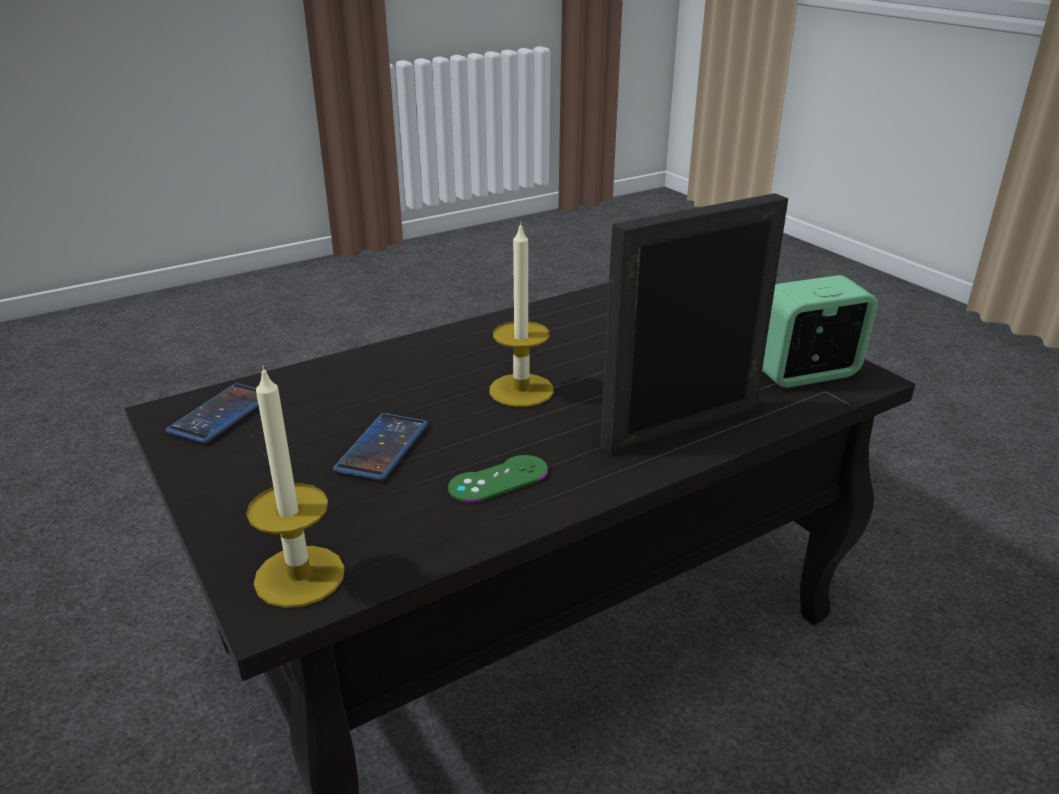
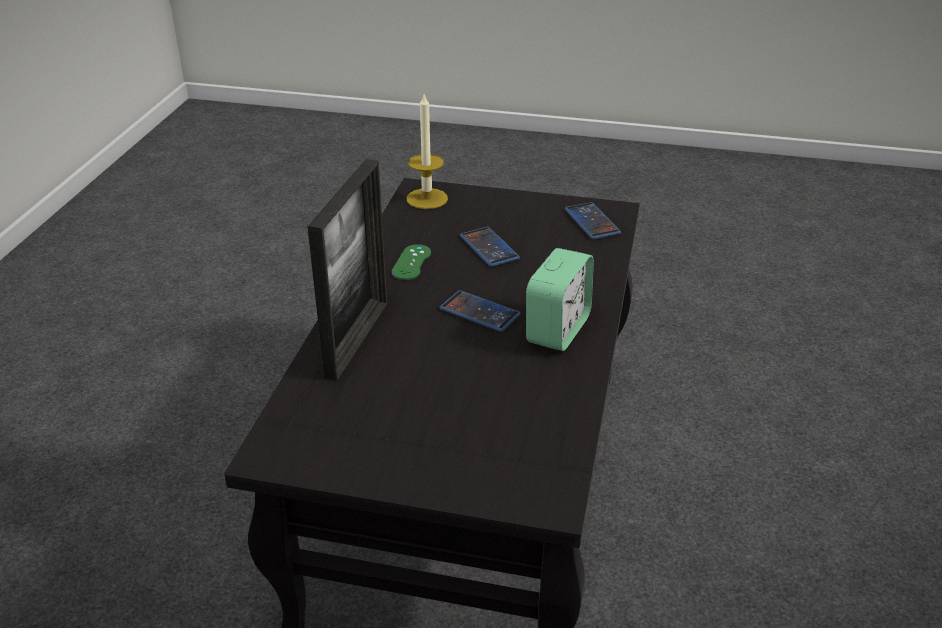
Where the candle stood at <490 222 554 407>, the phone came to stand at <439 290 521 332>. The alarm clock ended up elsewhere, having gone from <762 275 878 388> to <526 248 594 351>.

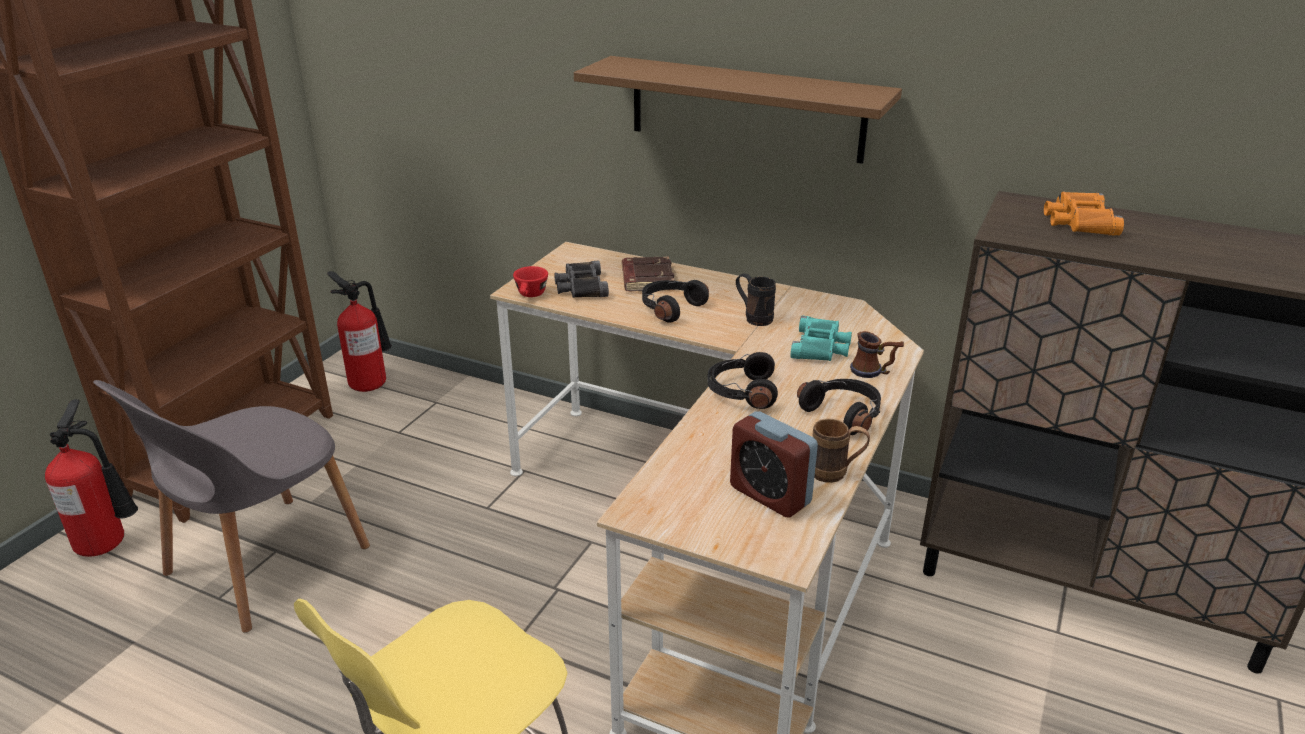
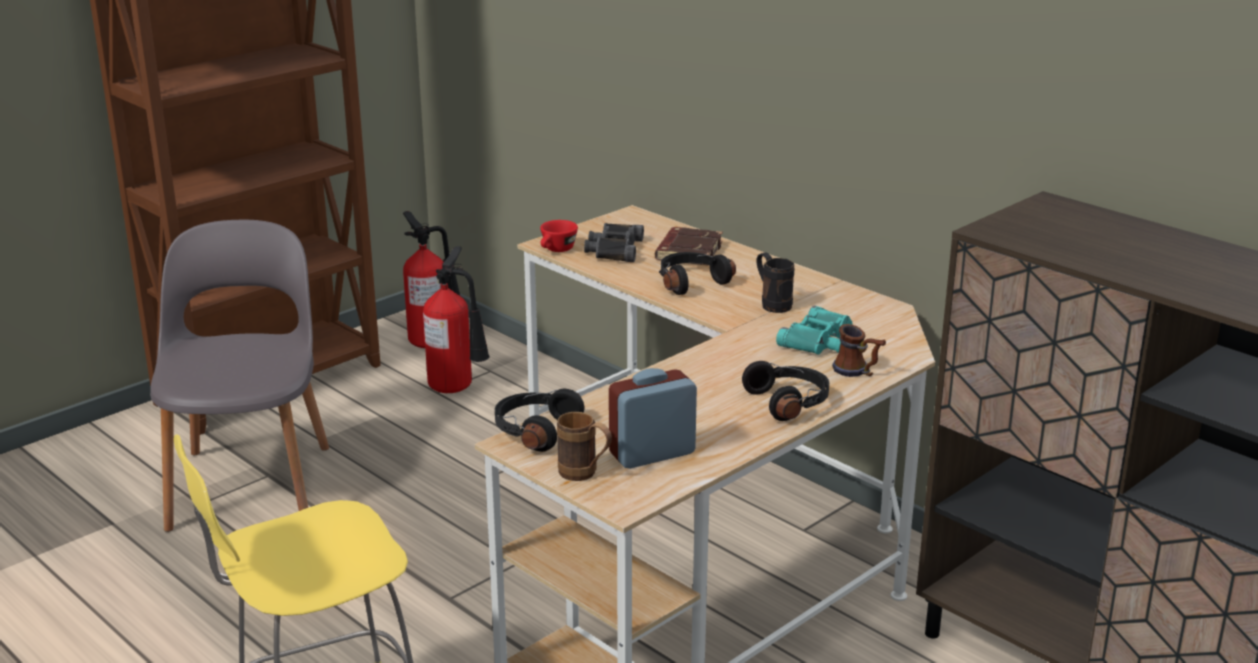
The chair/grey at <93 380 370 633> ended up facing another way, 120 degrees clockwise from before. The fire extinguisher ended up elsewhere, having gone from <45 399 138 557> to <423 246 490 393>. The headphones/black ended up elsewhere, having gone from <707 352 778 409> to <495 389 584 452>. The mug/brown ended up elsewhere, having gone from <813 419 870 483> to <557 412 612 481>. The alarm clock at <730 411 818 518> ended up facing another way, 90 degrees clockwise from before. The second view lost the shelf/brown at <574 56 902 164>. The second view lost the binoculars/orange at <1044 192 1124 236>.

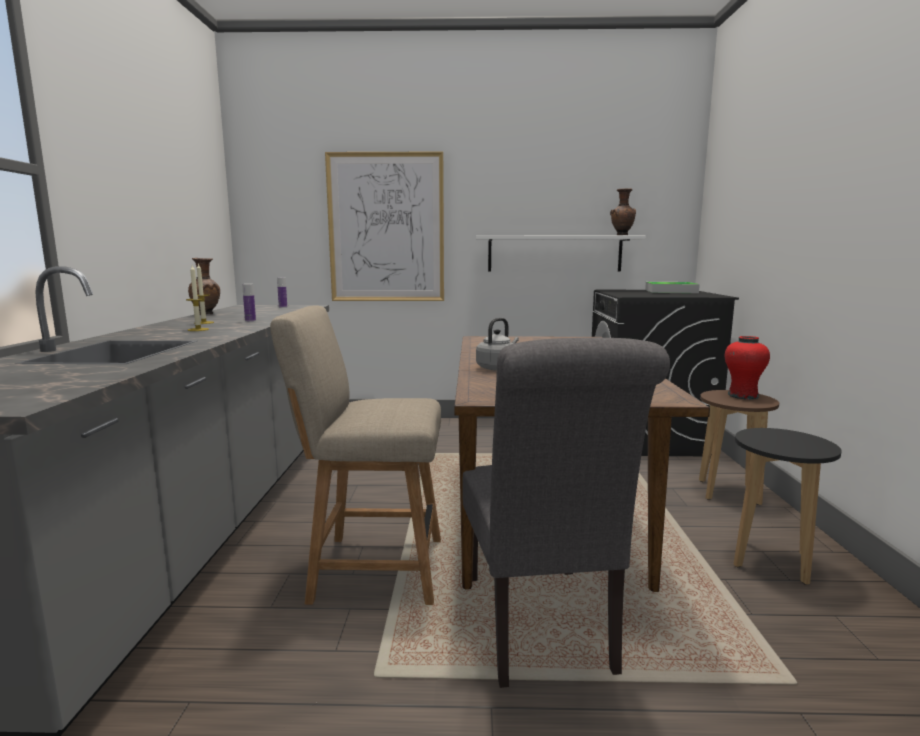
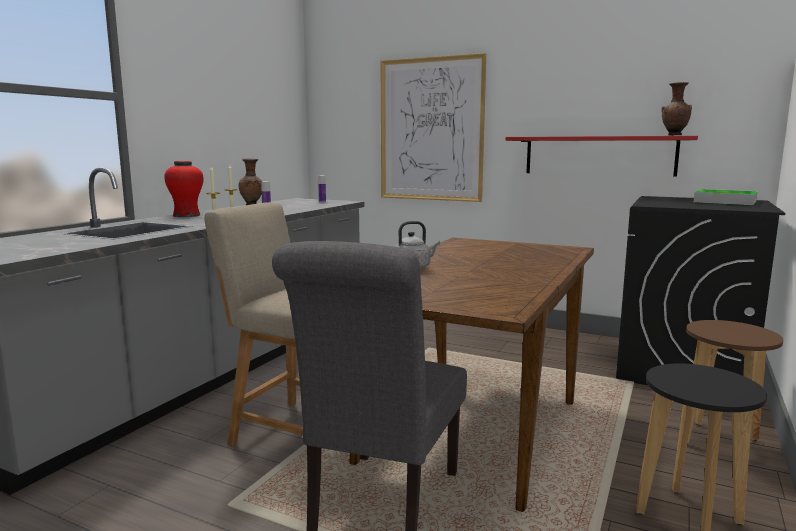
The vase/red ended up elsewhere, having gone from <725 336 770 400> to <164 161 204 217>. What was the shelf/white at <476 235 646 272> turned into the shelf/red at <506 136 698 176>.

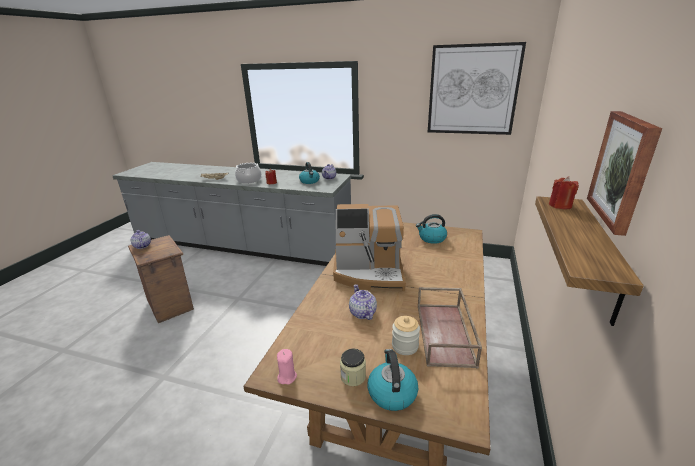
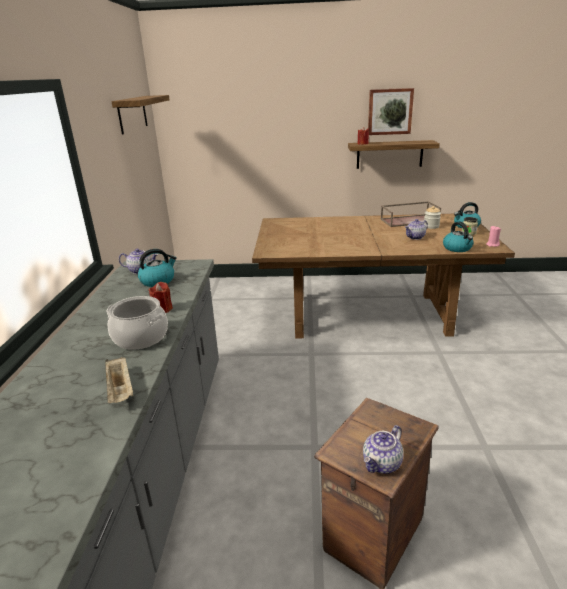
Where the picture hung at <428 42 526 135>, the shelf came to hang at <111 95 170 135>. The kettle ended up elsewhere, having gone from <416 214 447 244> to <443 222 473 252>. The second view lost the coffee machine at <333 204 406 291>.

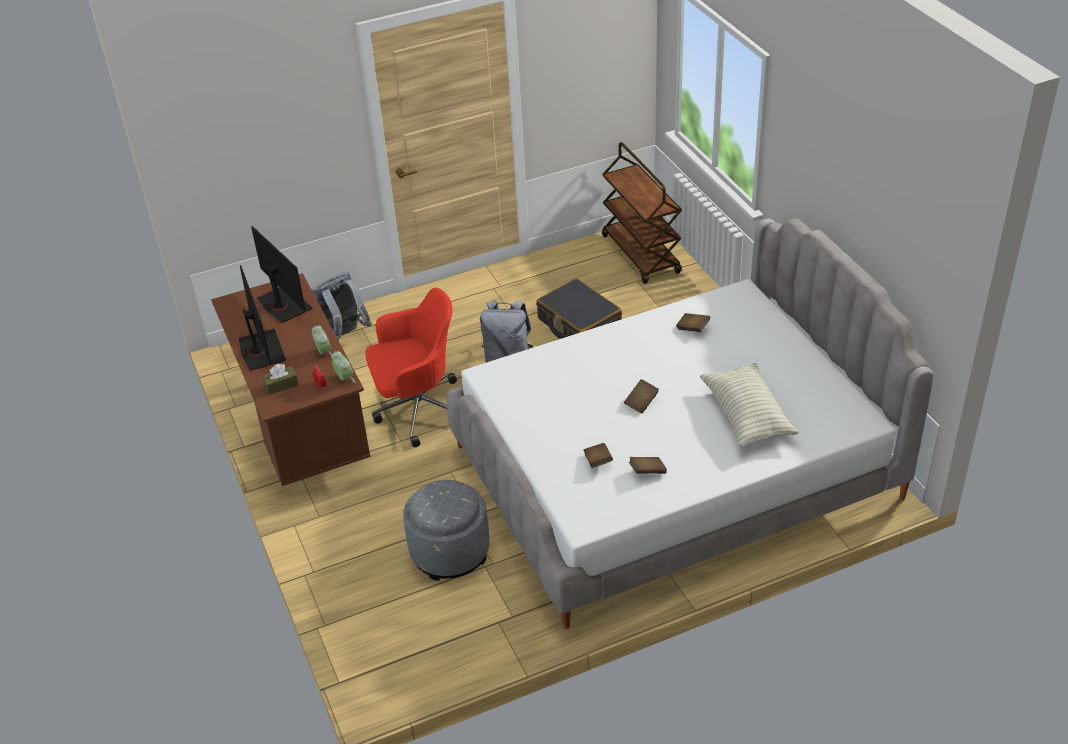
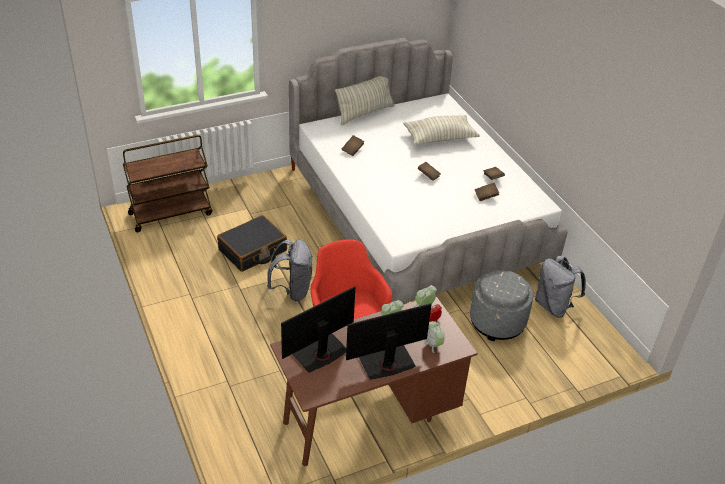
The second view gained the pillow at <335 76 394 125>. Where the tissue box/brown stood at <262 364 299 395>, the alarm clock came to stand at <424 321 445 353>. The backpack/grey ended up elsewhere, having gone from <311 272 372 341> to <535 256 586 318>.

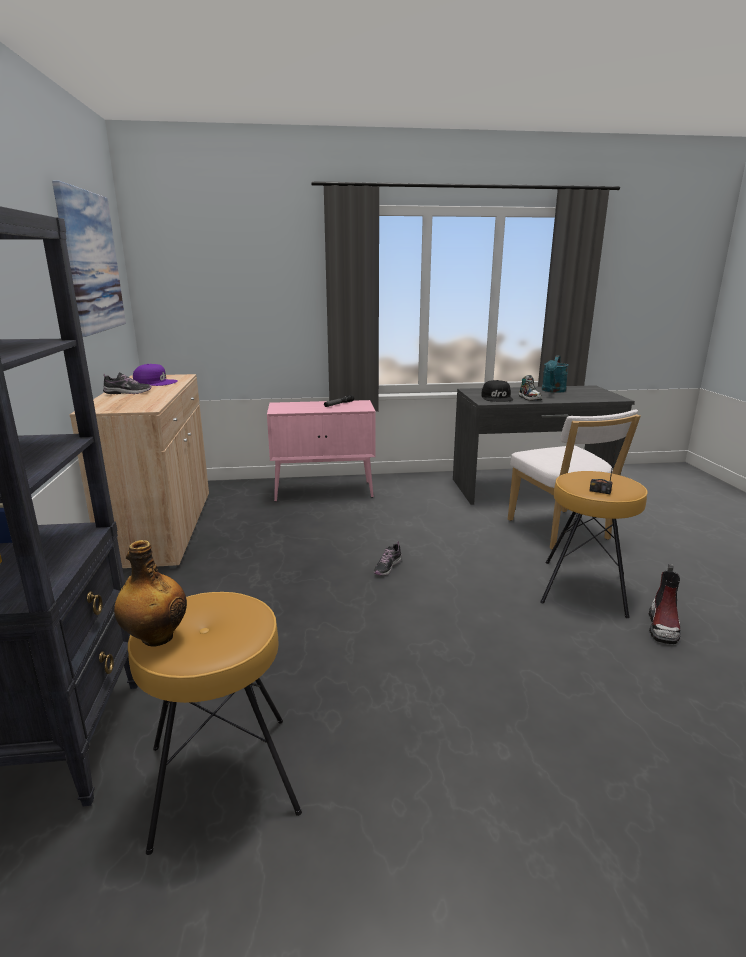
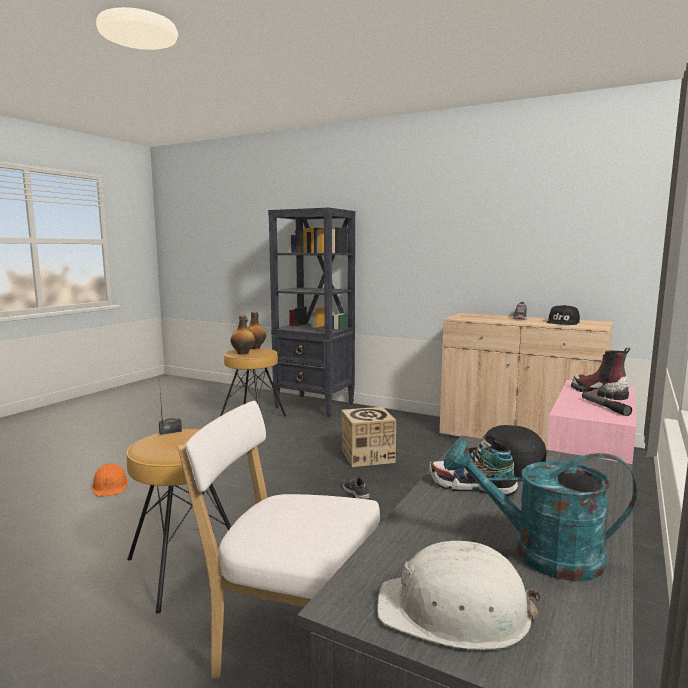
The second view gained the hard hat/orange at <92 463 128 497>. The second view gained the bottle at <230 315 255 355>. The second view gained the cardboard box at <342 407 396 467>. The second view gained the hard hat/white at <377 541 541 650>. The watering can/turquoise at <542 355 568 393> ended up facing another way, 45 degrees counterclockwise from before. What was the cap/purple at <133 364 178 386> turned into the cap/black at <546 305 580 325>. The boot ended up elsewhere, having gone from <649 564 681 644> to <571 348 630 400>. The second view lost the picture at <52 180 126 337>.

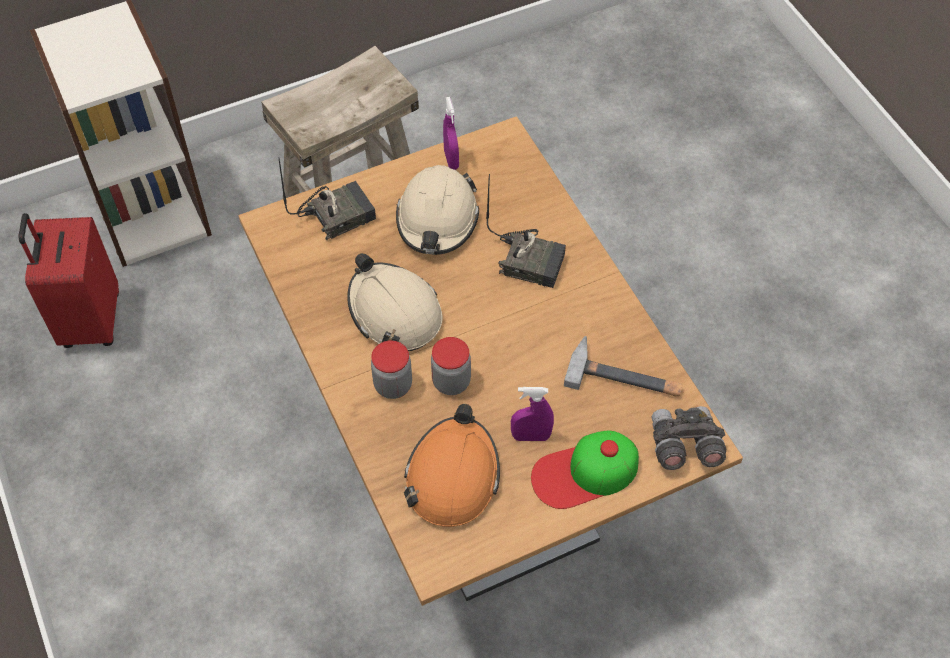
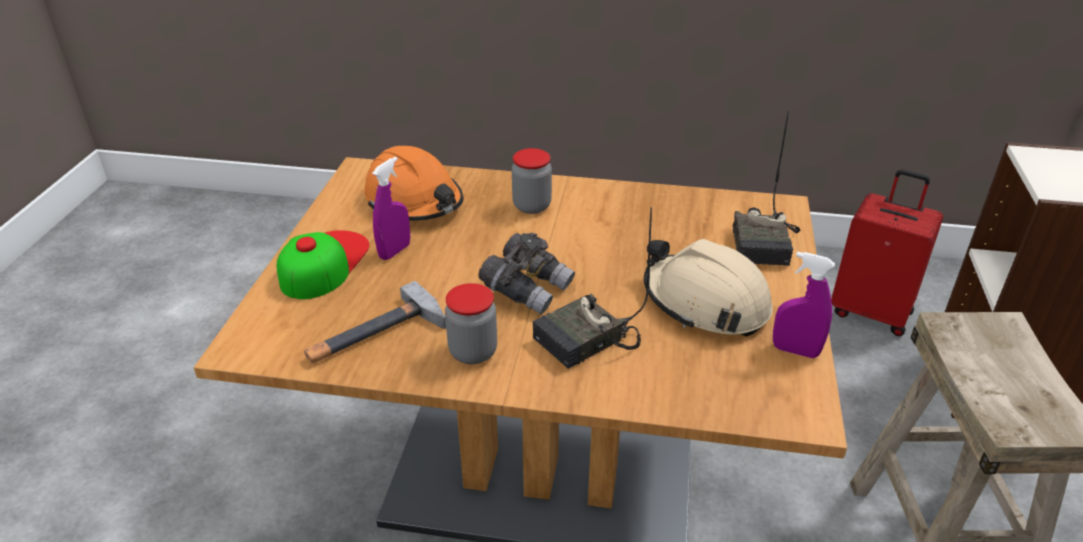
The jar ended up elsewhere, having gone from <431 337 471 395> to <445 283 497 364>. The binoculars/grey ended up elsewhere, having gone from <652 406 726 470> to <478 233 575 315>. The second view lost the hard hat/beige at <347 253 443 351>.

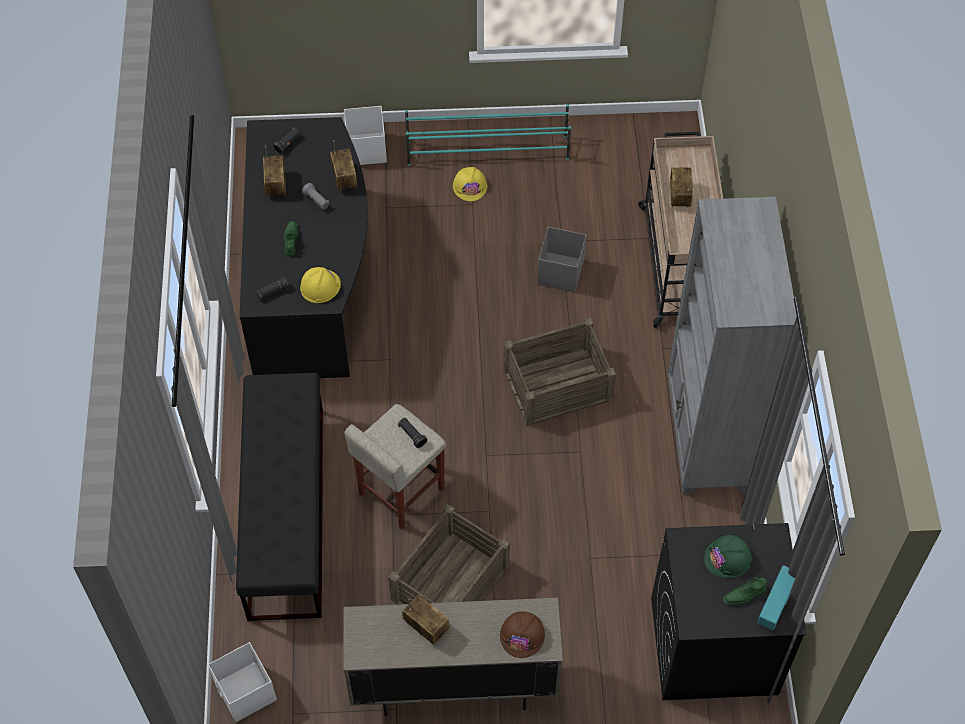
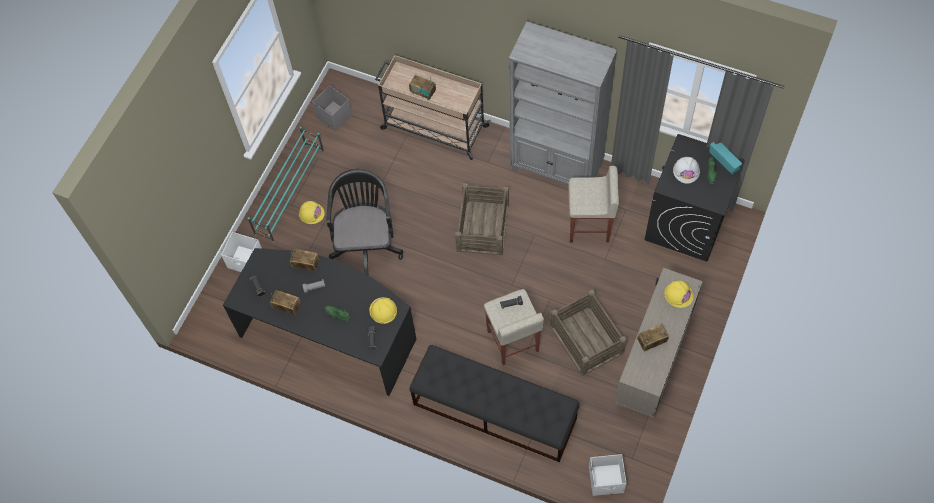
The storage box/grey ended up elsewhere, having gone from <537 227 586 292> to <312 85 353 131>. The second view gained the office chair/black at <327 169 403 275>. The second view gained the stool/beige at <569 166 619 243>. What was the hard hat/brown at <500 611 545 658> turned into the hard hat/yellow at <664 281 694 308>. What was the hard hat/green at <704 535 752 579> turned into the hard hat/white at <673 157 700 183>.

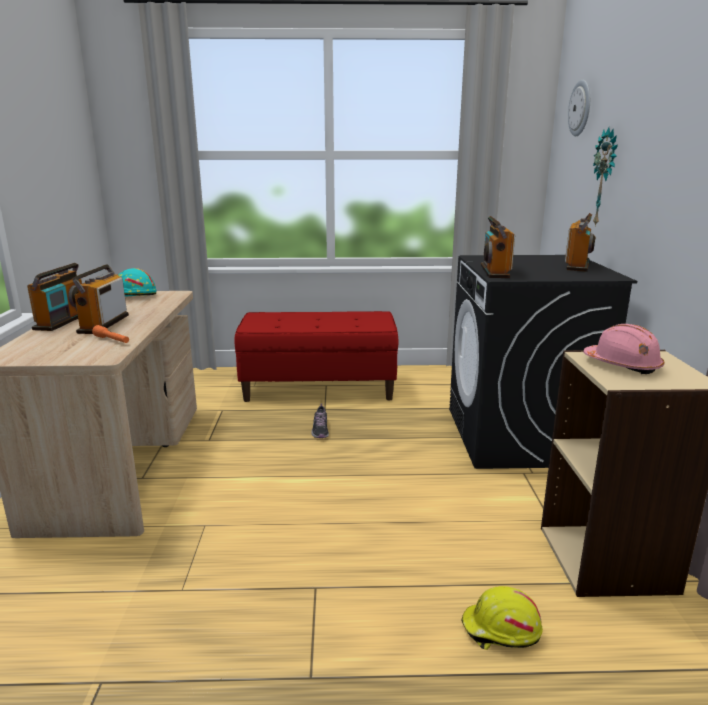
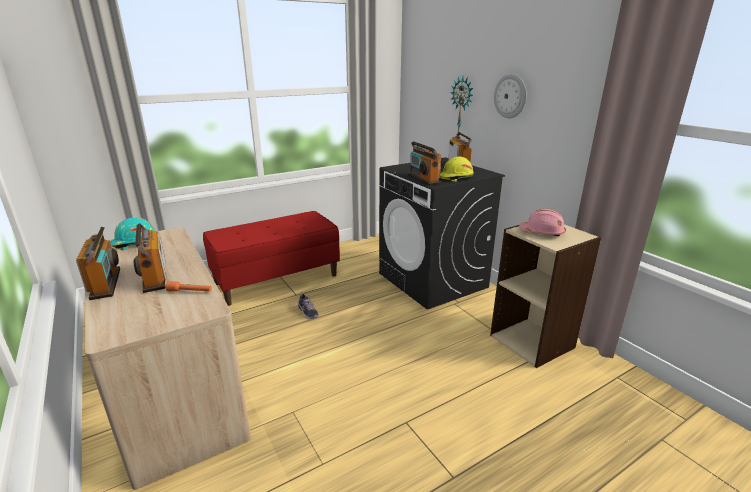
The hard hat/yellow ended up elsewhere, having gone from <461 586 543 650> to <440 156 474 182>. The wall clock ended up elsewhere, having gone from <568 80 590 136> to <494 74 527 118>.

